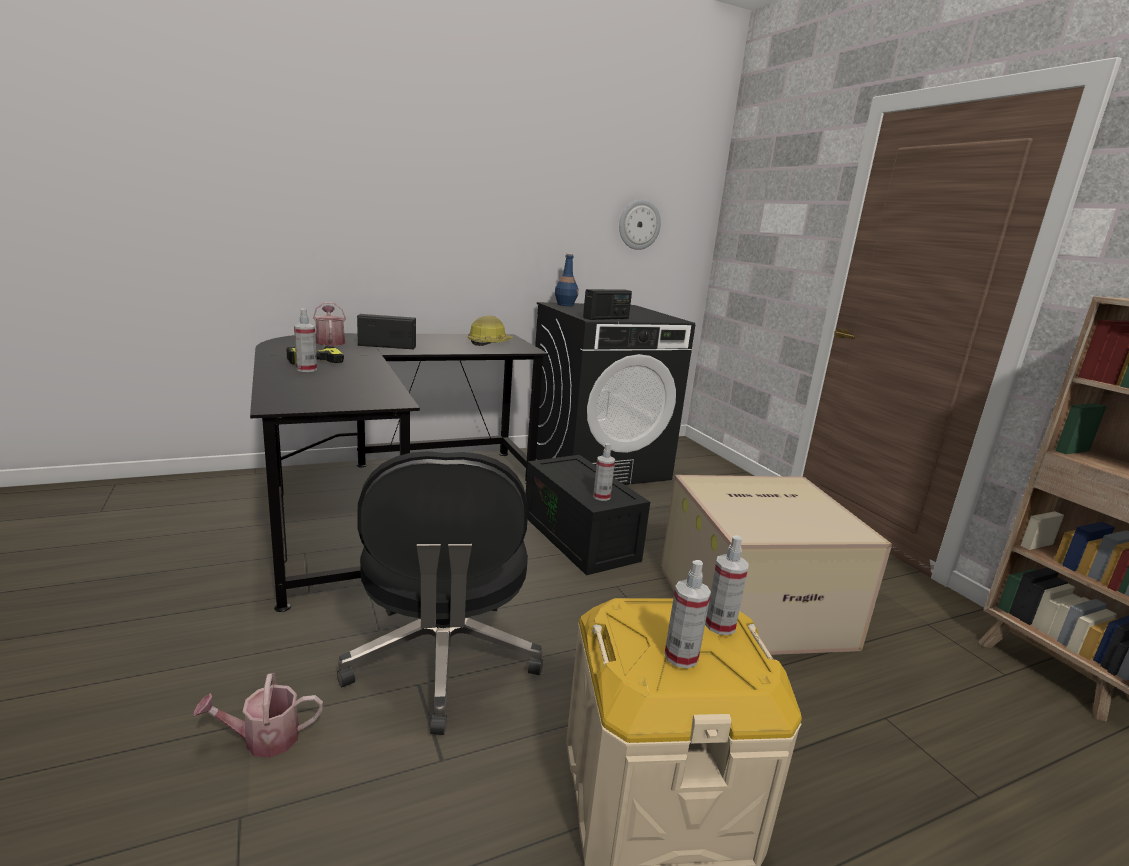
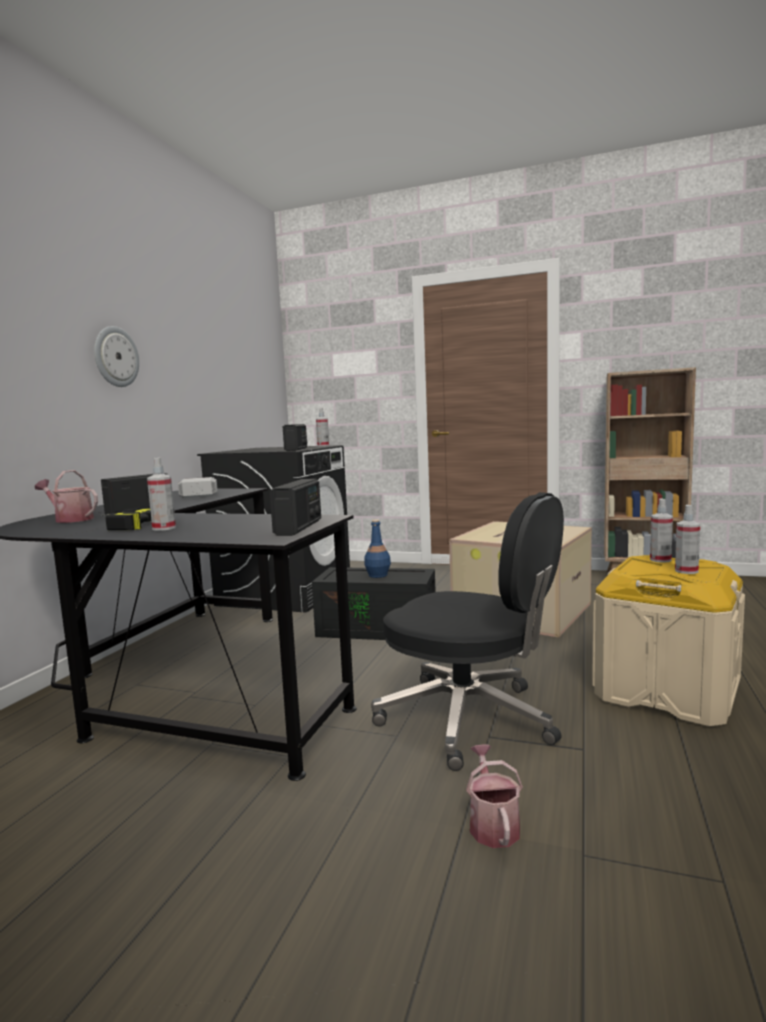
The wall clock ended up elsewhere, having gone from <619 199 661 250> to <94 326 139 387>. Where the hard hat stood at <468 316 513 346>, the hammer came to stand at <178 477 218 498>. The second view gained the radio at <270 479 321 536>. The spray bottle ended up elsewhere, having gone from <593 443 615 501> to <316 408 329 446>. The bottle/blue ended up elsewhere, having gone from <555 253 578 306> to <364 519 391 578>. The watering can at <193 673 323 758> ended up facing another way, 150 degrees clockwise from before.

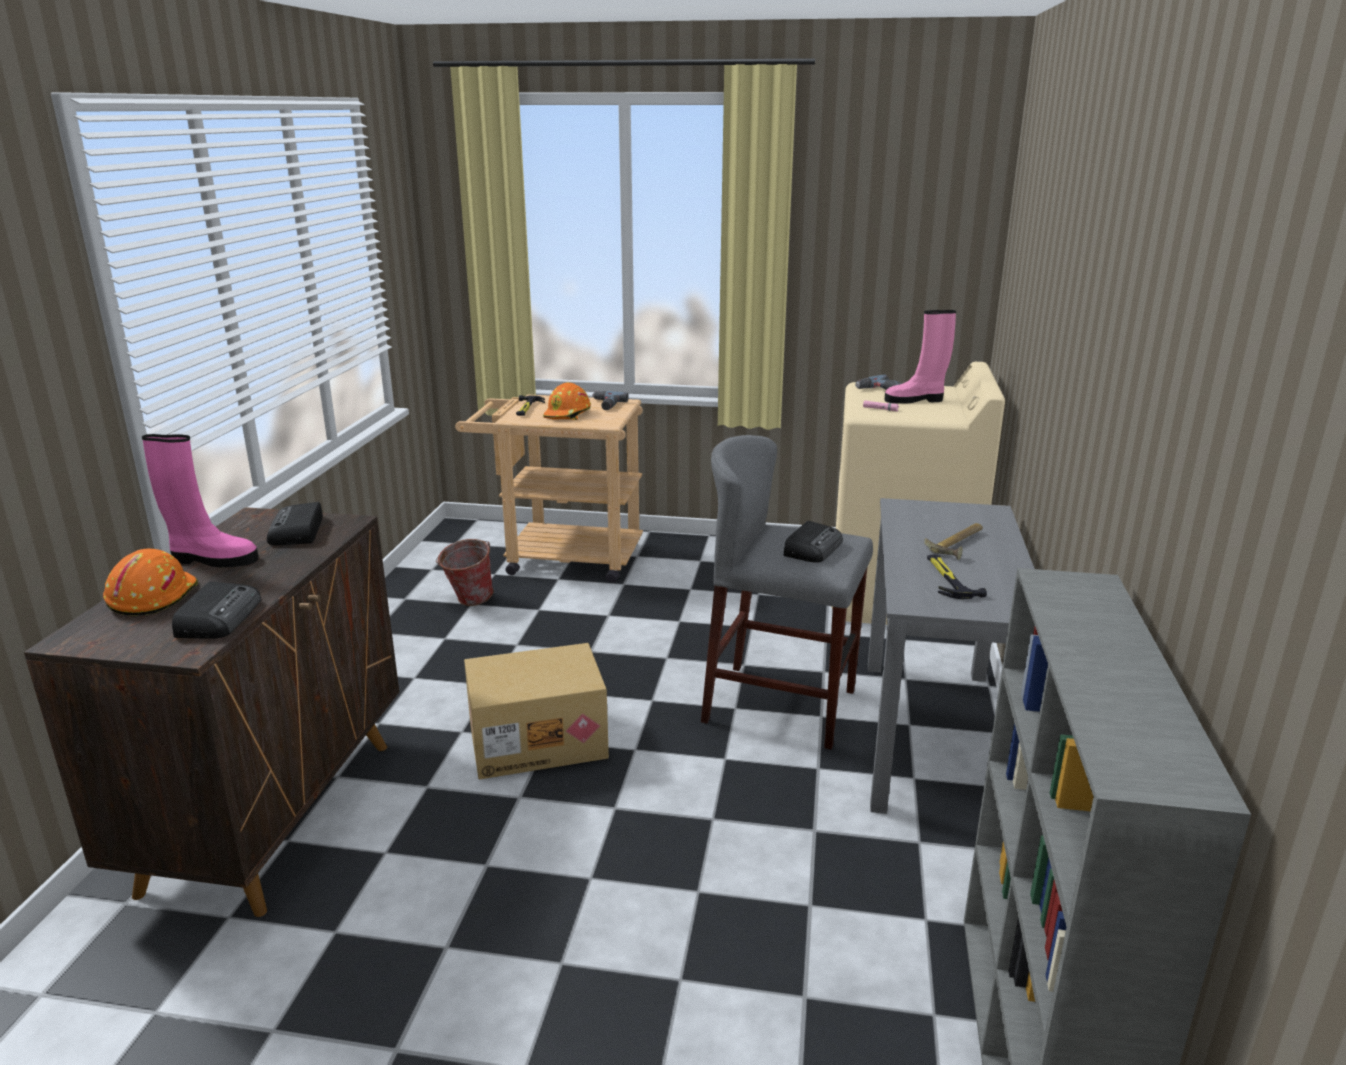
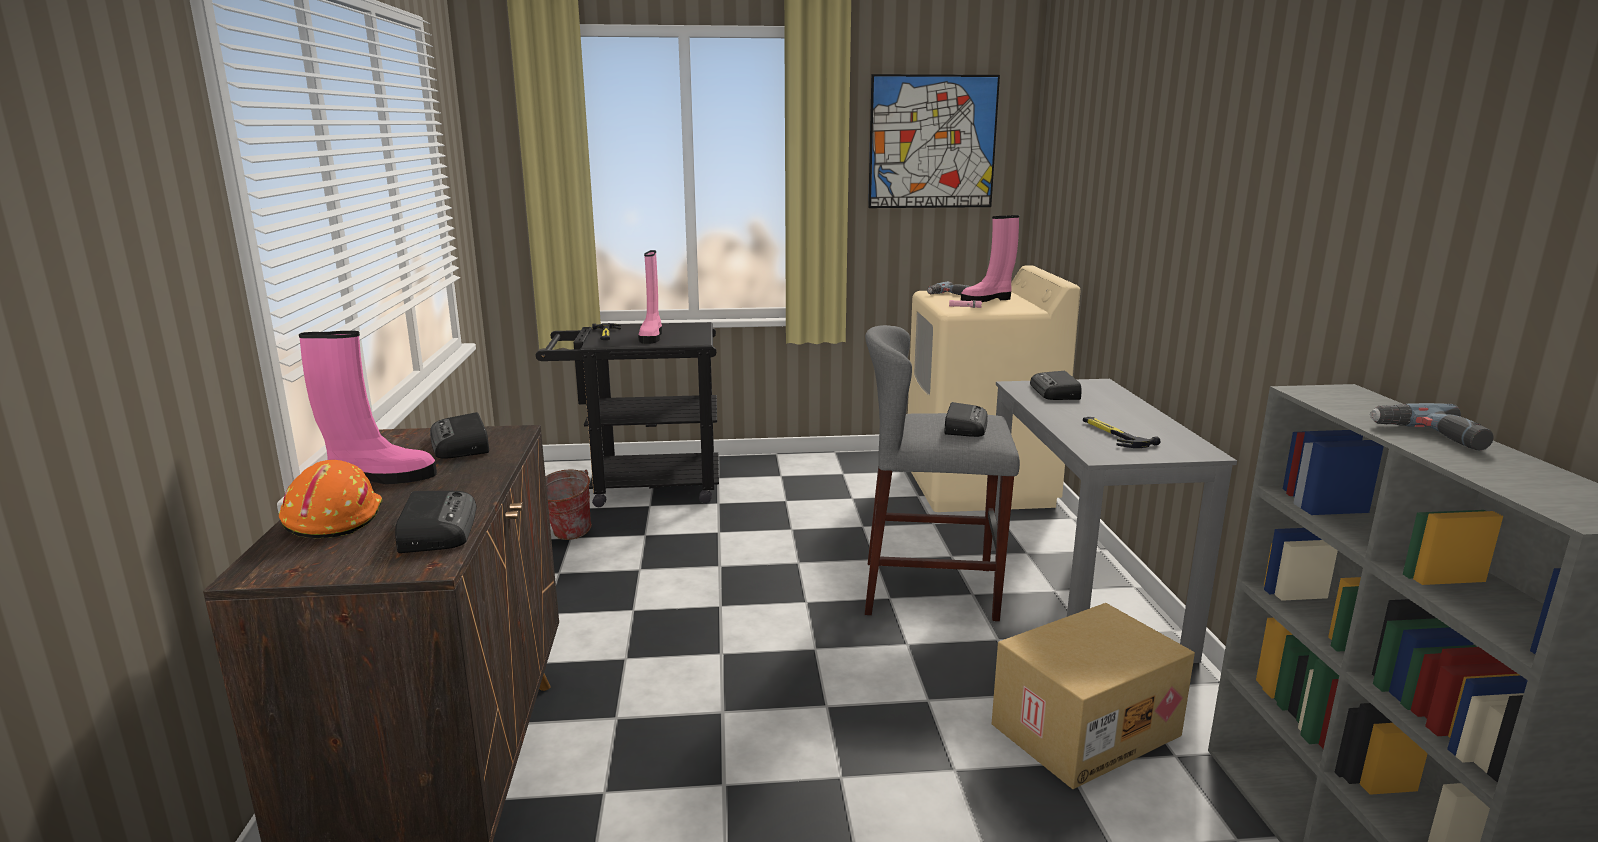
What was the cart/beige at <455 394 643 583> turned into the cart/black at <536 322 719 507>. Where the hard hat/orange stood at <543 382 591 420>, the boot/pink came to stand at <638 250 662 344>. The second view gained the picture at <868 74 1000 208>. The cardboard box ended up elsewhere, having gone from <464 643 609 779> to <992 603 1195 789>. The second view gained the radio at <1030 371 1082 400>. The power drill ended up elsewhere, having gone from <592 391 629 410> to <1370 403 1494 450>. The second view lost the hammer at <924 523 983 560>.

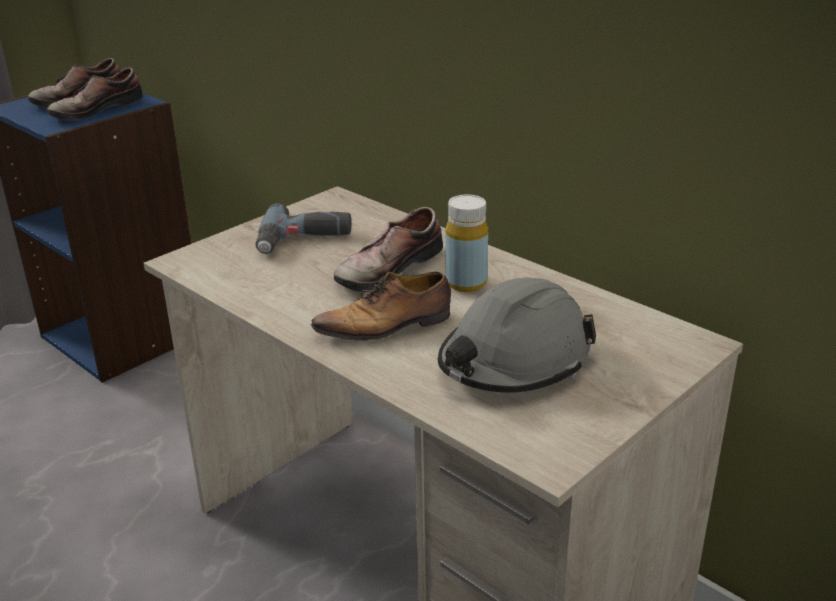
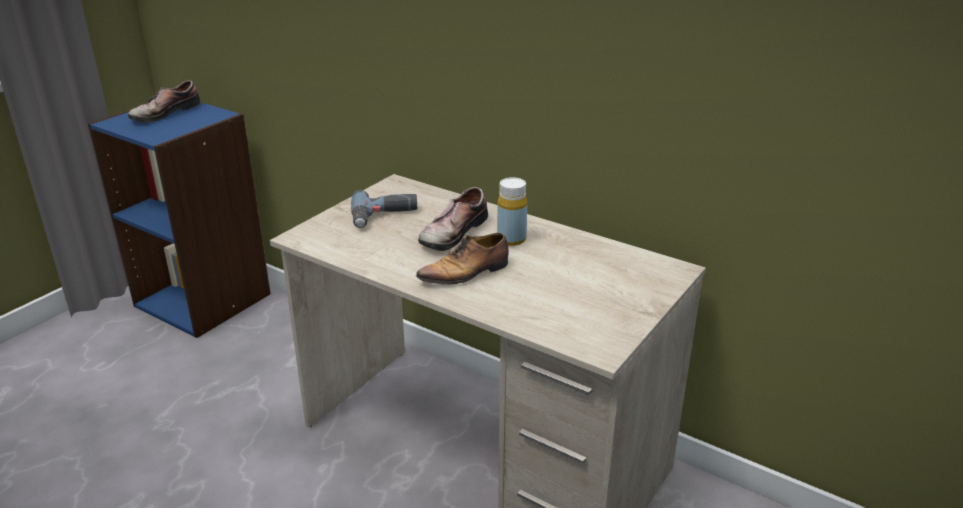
The second view lost the shoe at <47 67 143 121>. The second view lost the hard hat/grey at <438 278 596 393>.

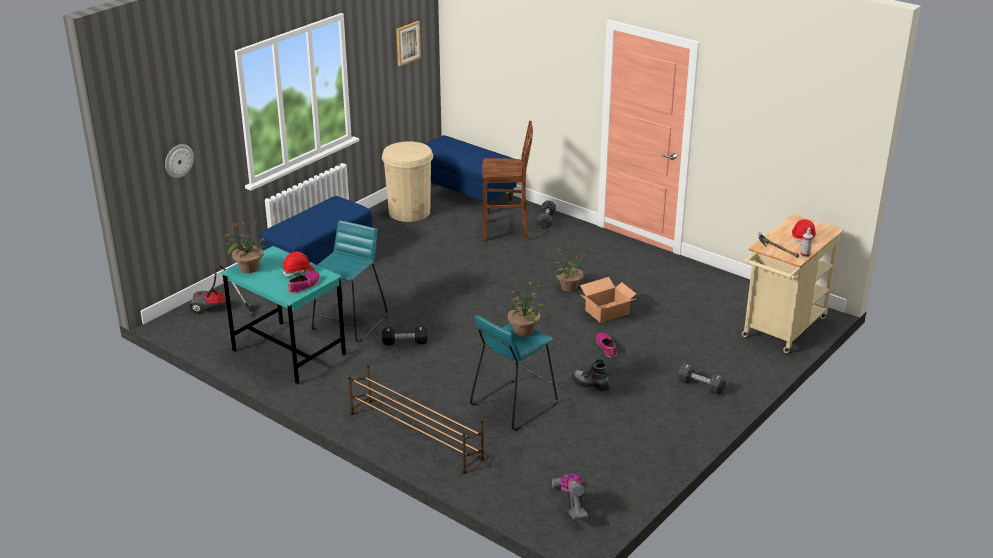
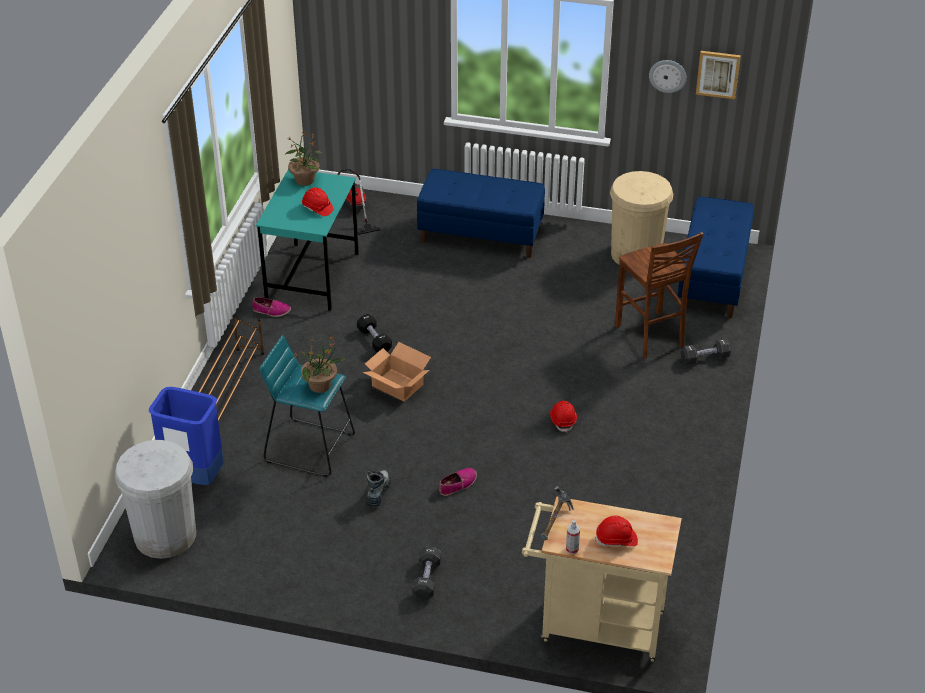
Where the vacuum cleaner stood at <552 474 588 520>, the trash can/white came to stand at <115 440 196 559>. The second view gained the trash can/blue at <149 387 224 485>. The shoe ended up elsewhere, having gone from <288 271 320 294> to <252 297 291 317>. The cardboard box ended up elsewhere, having gone from <580 277 636 323> to <363 342 431 402>. Where the potted plant stood at <555 246 585 292>, the hard hat/red came to stand at <550 401 577 433>. The wall clock ended up elsewhere, having gone from <165 144 194 178> to <649 60 687 93>. The second view lost the stool/turquoise at <312 220 388 342>.

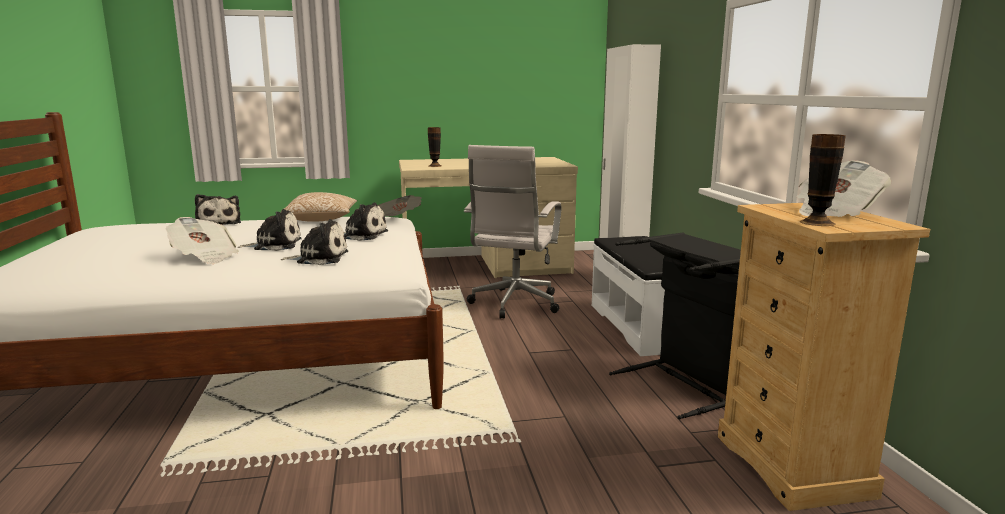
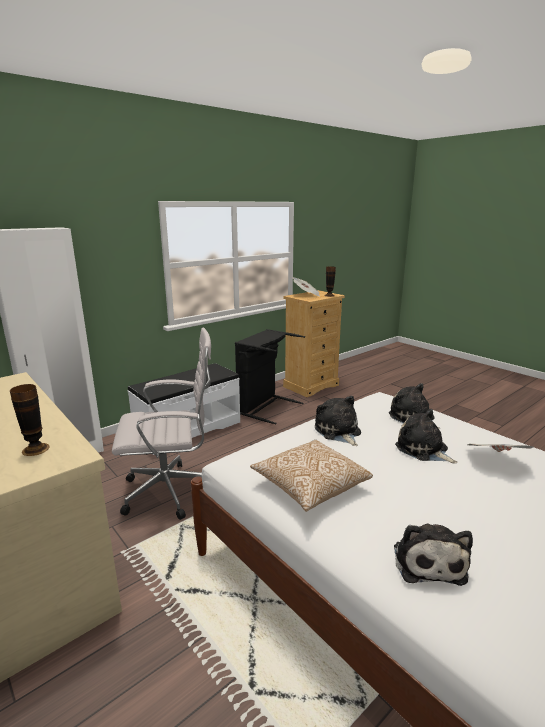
The plush toy at <195 194 241 225> ended up facing another way, 150 degrees clockwise from before. The second view lost the newspaper at <378 195 422 216>.

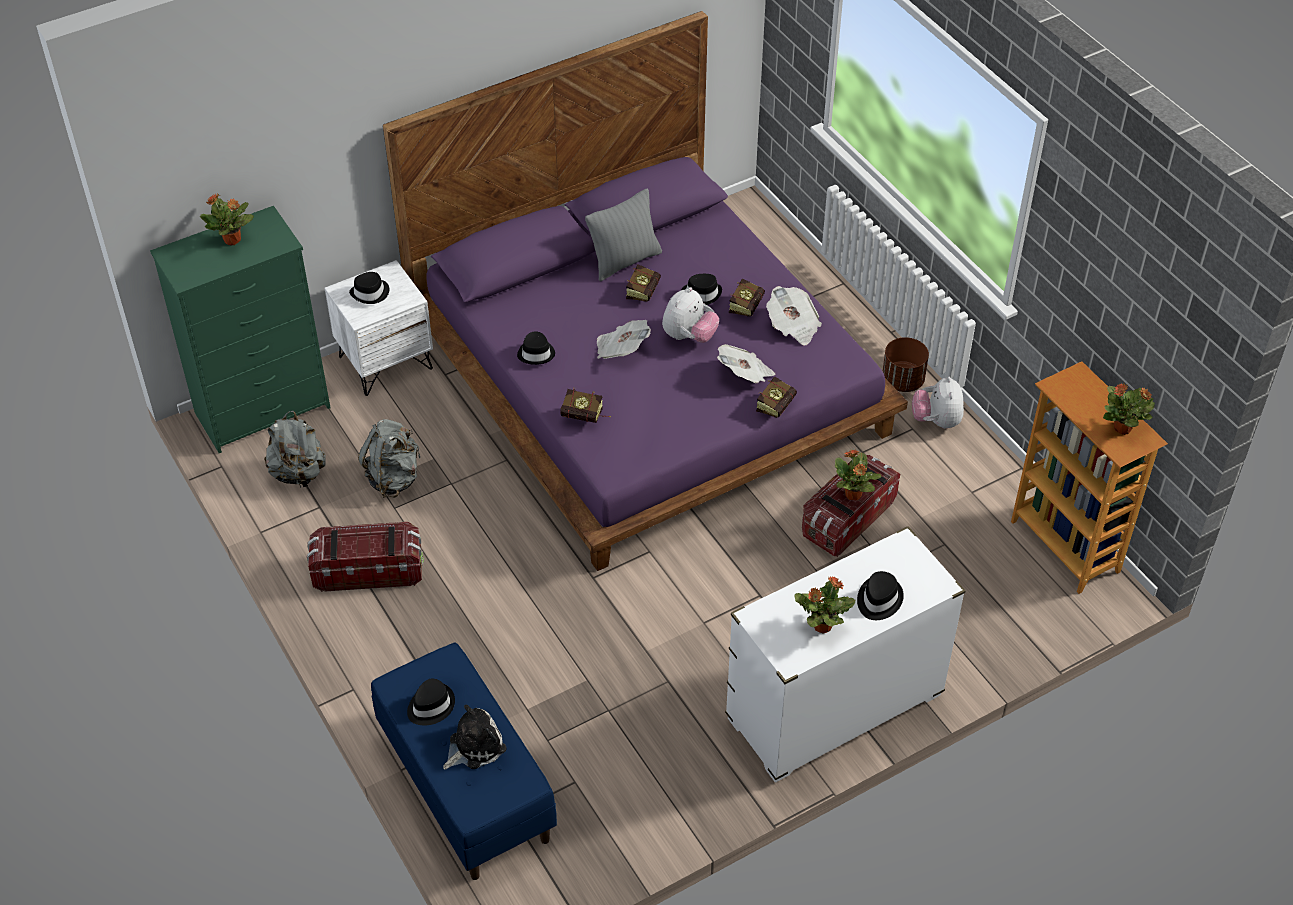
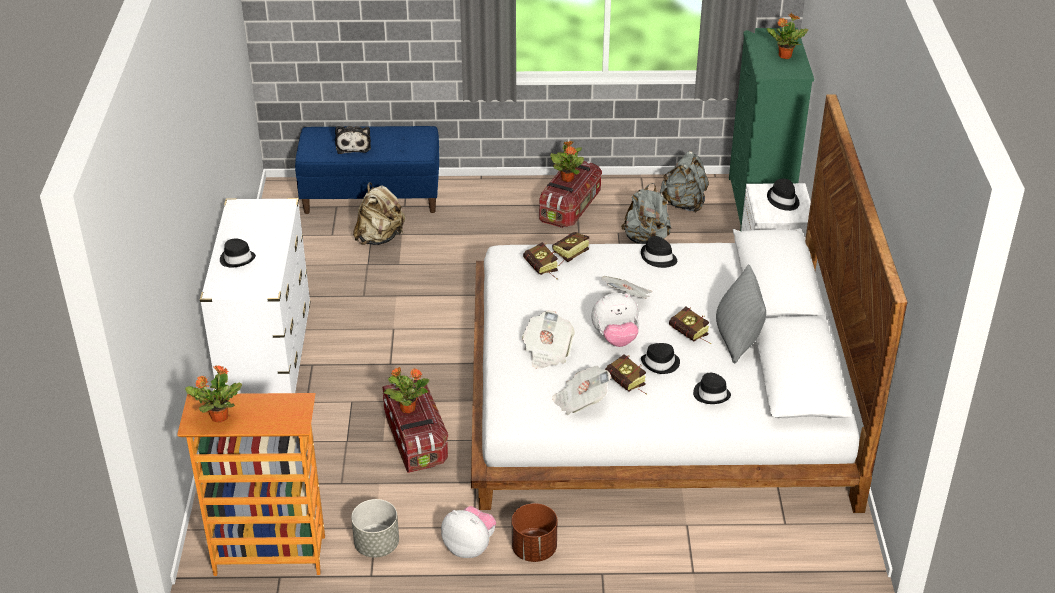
The second view gained the planter/grey at <351 499 399 558>. The second view gained the backpack/beige at <353 182 405 245>. What was the bed/purple at <383 11 908 571> turned into the bed/white at <471 95 908 513>. The book ended up elsewhere, having gone from <756 376 797 418> to <523 242 558 279>. The potted plant ended up elsewhere, having gone from <794 576 855 634> to <550 141 584 182>. The plush toy at <662 287 719 343> ended up facing another way, 75 degrees counterclockwise from before. The hat/black ended up elsewhere, having gone from <407 679 455 725> to <693 373 731 404>.

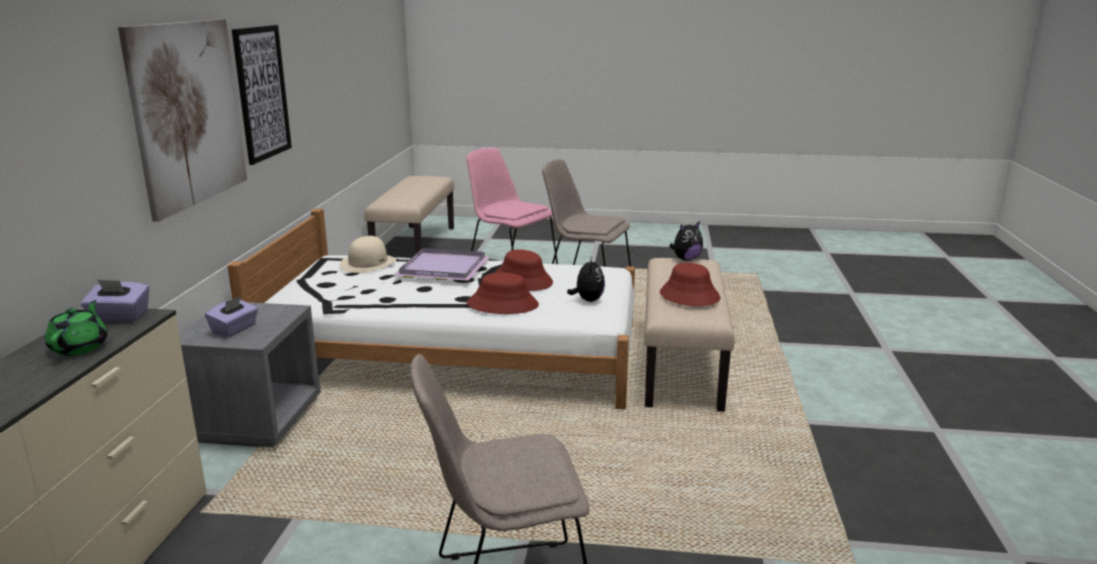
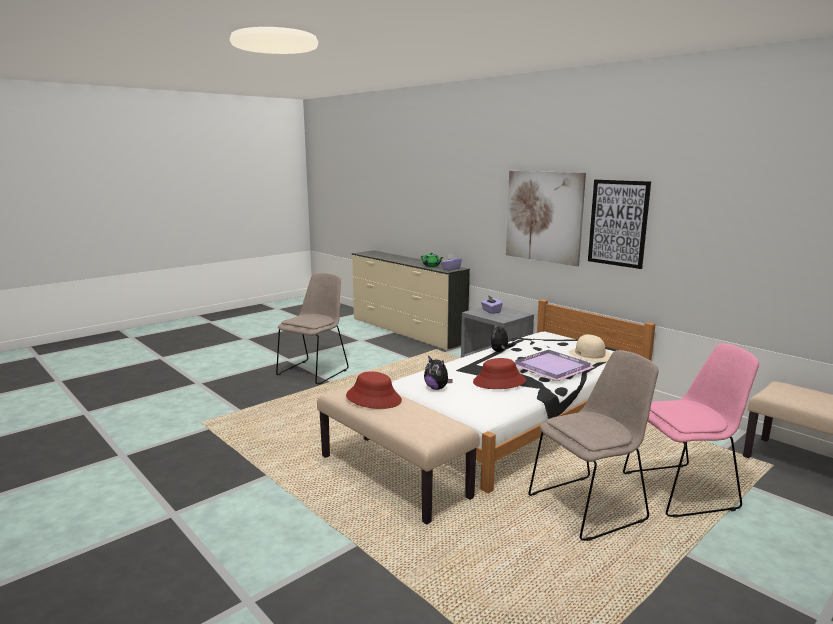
The plush toy ended up elsewhere, having gone from <669 221 703 261> to <490 325 514 352>. The second view lost the hat/red at <467 273 539 314>.

